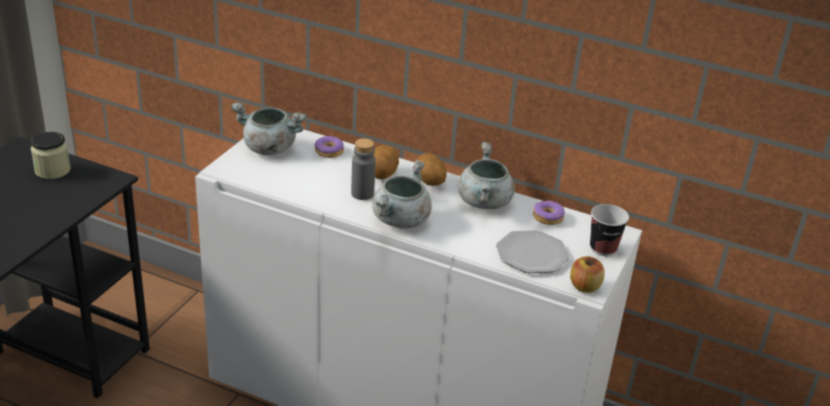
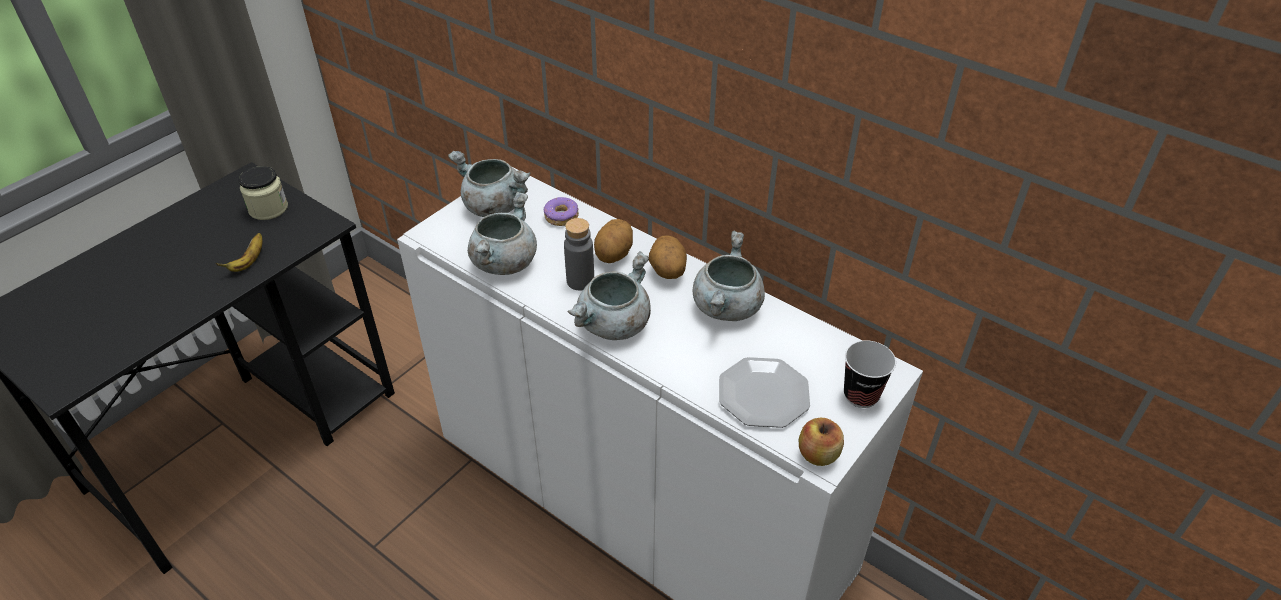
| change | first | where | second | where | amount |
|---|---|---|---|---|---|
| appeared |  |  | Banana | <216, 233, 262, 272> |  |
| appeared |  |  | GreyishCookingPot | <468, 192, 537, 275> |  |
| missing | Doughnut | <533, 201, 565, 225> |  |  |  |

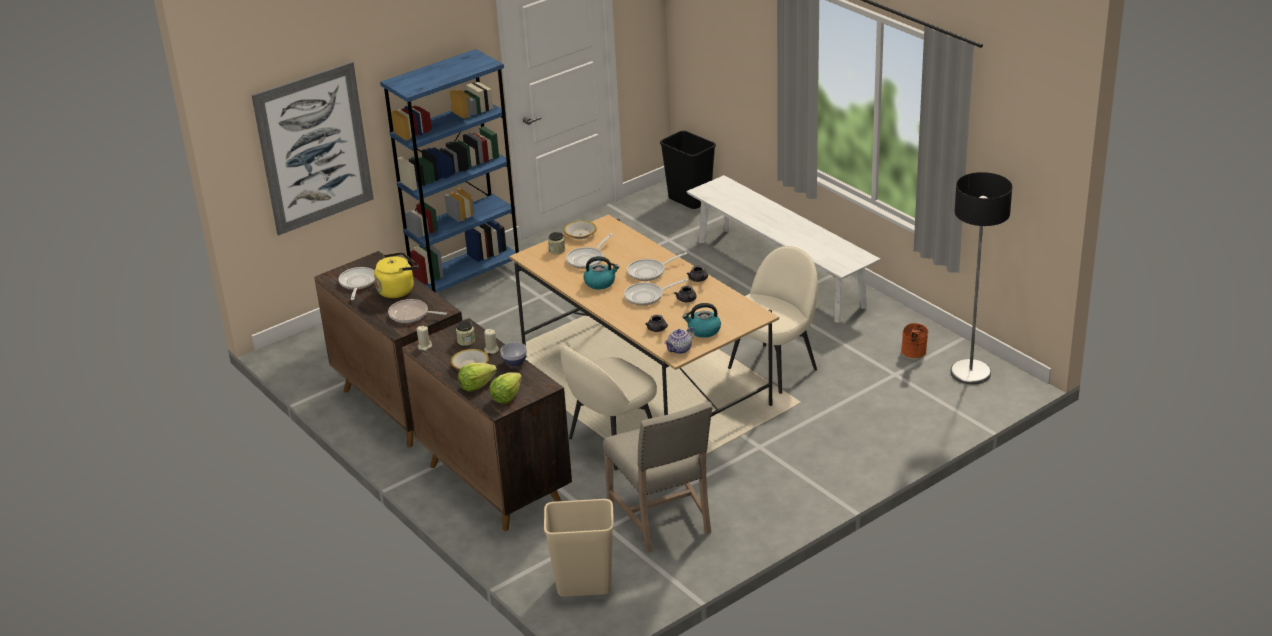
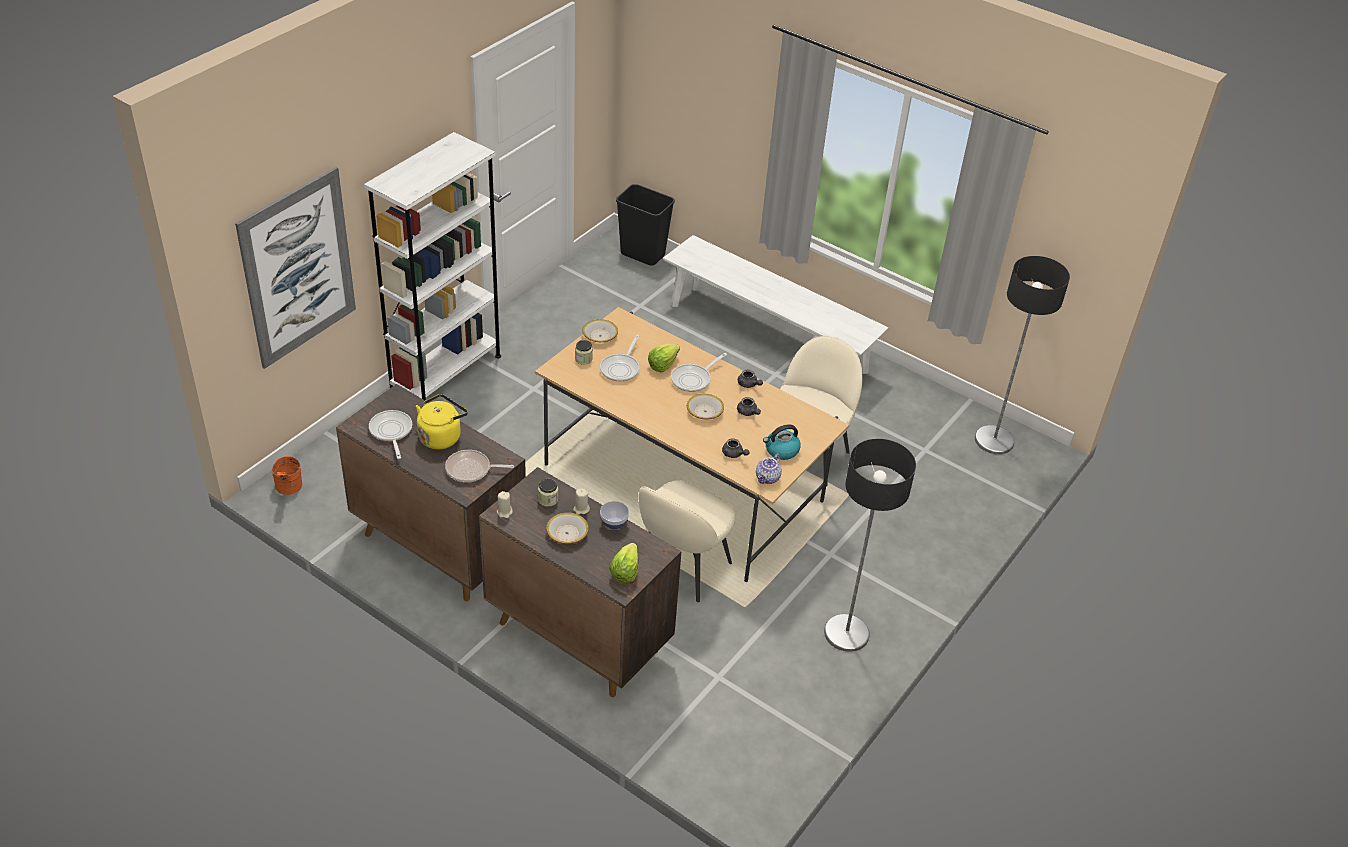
| change | first | where | second | where | amount |
|---|---|---|---|---|---|
| relocated | OrangeColouredBucket | <901, 323, 928, 358> |  | <272, 456, 303, 495> |  |
| colour | BlueColouredBookshelf | <380, 49, 521, 293> | WhitishBookshelf | <364, 132, 501, 400> |  |
| relocated | LettuceHead | <458, 363, 497, 392> |  | <648, 344, 680, 372> |  |
| exchanged | FryingPan | <624, 279, 688, 306> | DeepDish | <687, 394, 724, 419> |  |
| appeared |  |  | StandardLamp | <824, 439, 916, 652> |  |
| missing | BeigeColouredTrashCan | <544, 499, 614, 597> |  |  |  |
| missing | TeaKettle | <583, 256, 619, 289> |  |  |  |
| missing | BeigeColouredChair | <603, 402, 713, 553> |  |  |  |

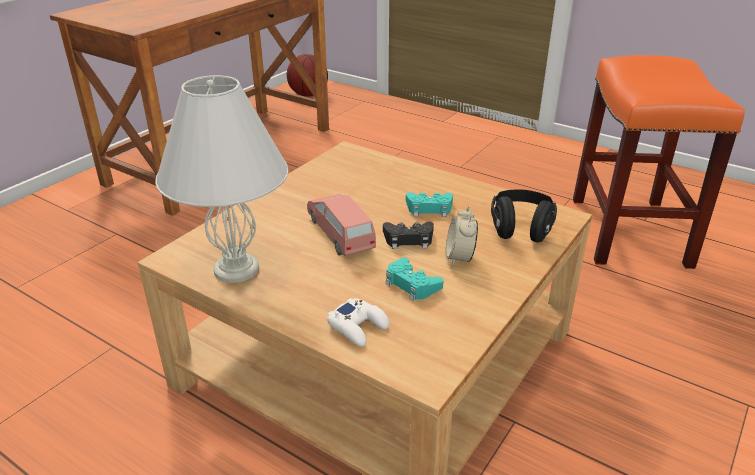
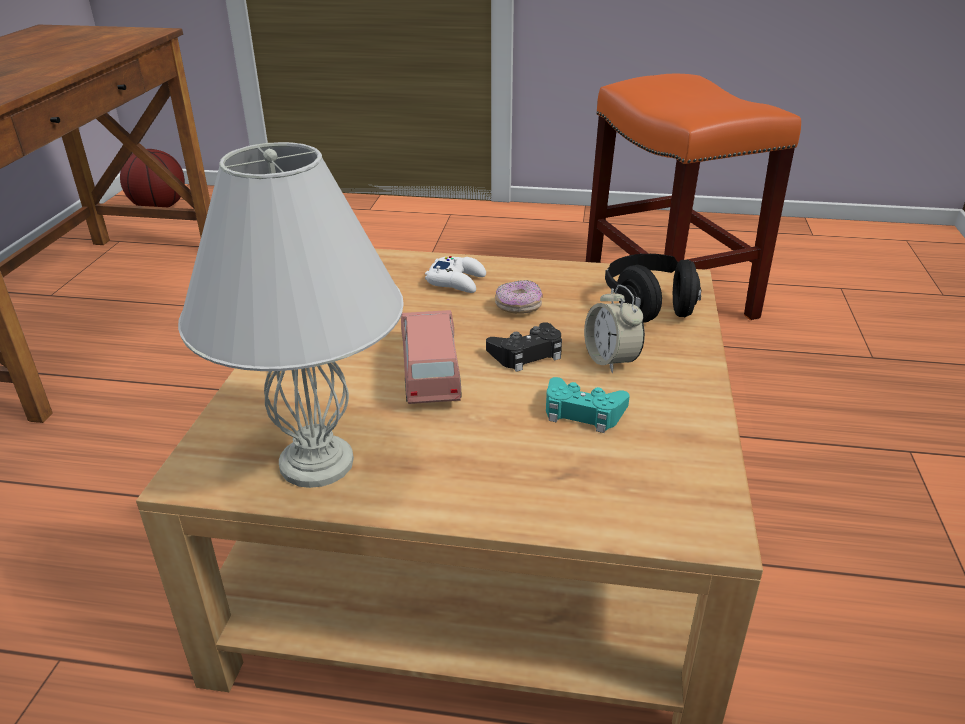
| change | first | where | second | where | amount |
|---|---|---|---|---|---|
| spun | PinkToyCar | <307, 194, 376, 256> |  | <401, 310, 461, 404> | 45 degrees clockwise |
| relocated | WhitishJoypad | <327, 298, 389, 346> |  | <425, 256, 486, 293> |  |
| exchanged | BlueGreenJoypad | <406, 192, 453, 217> | Doughnut | <495, 280, 543, 314> |  |

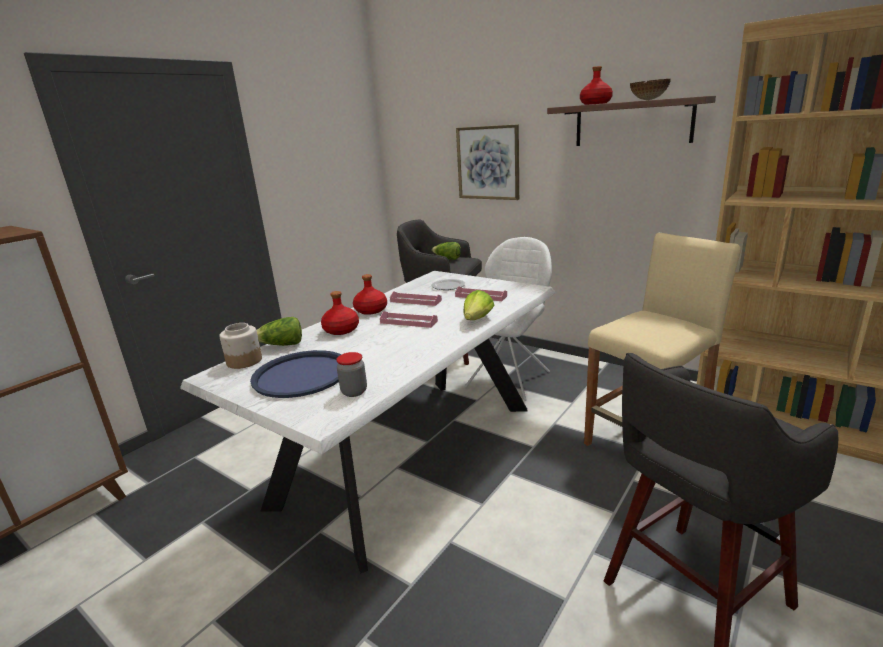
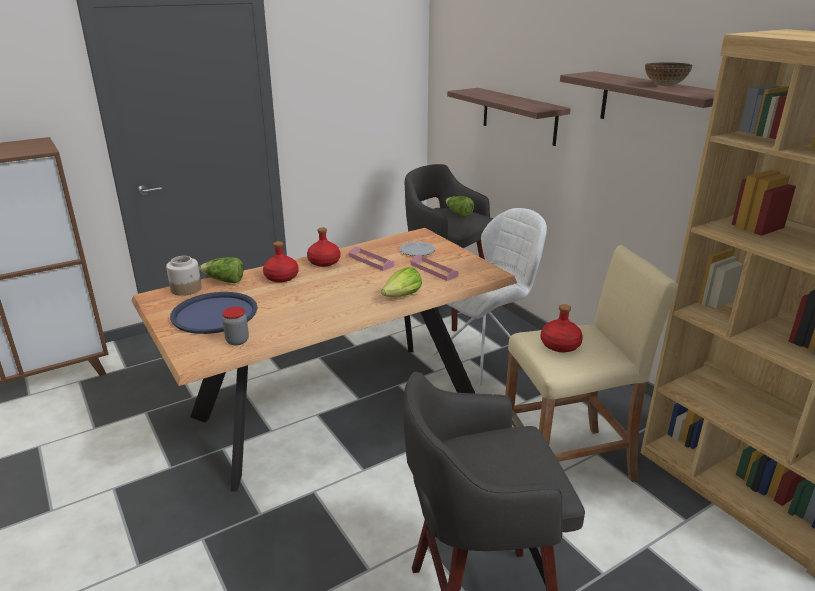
| change | first | where | second | where | amount |
|---|---|---|---|---|---|
| colour | WhitishKitchenTable | <180, 271, 555, 574> | BrownKitchenTable | <131, 228, 517, 492> |  |
| exchanged | Picture | <456, 124, 519, 200> | BracketShelf | <447, 88, 571, 146> |  |
| relocated | RedBottle | <580, 66, 613, 105> |  | <541, 304, 583, 352> |  |
| missing | PinkCarryingTray | <380, 311, 438, 328> |  |  |  |

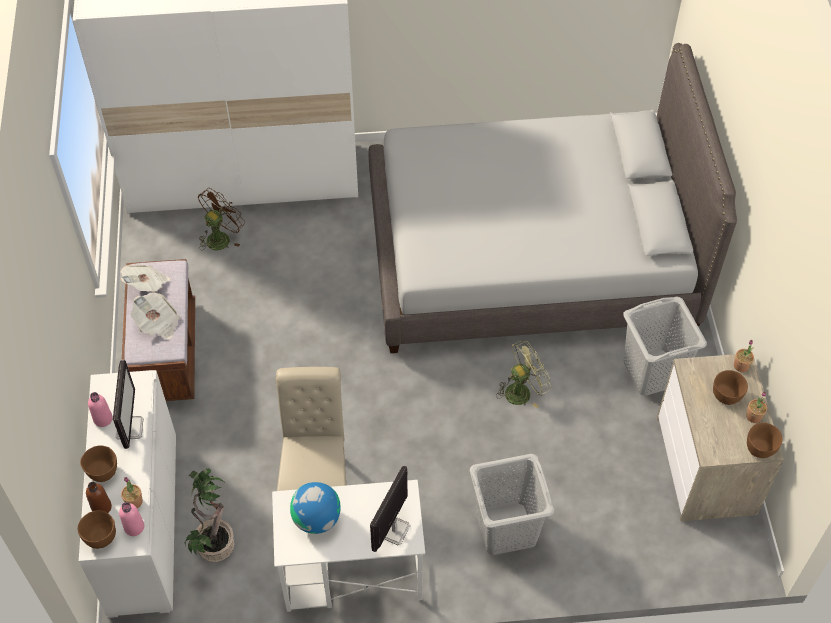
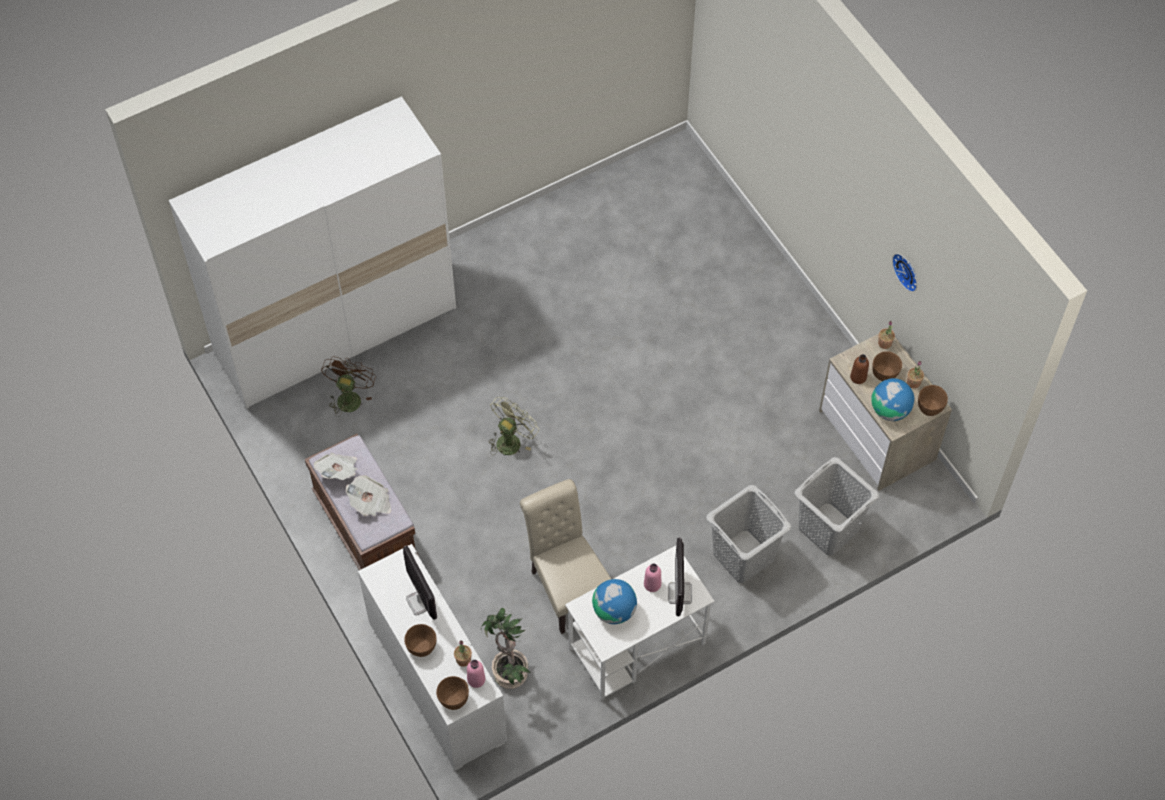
| change | first | where | second | where | amount |
|---|---|---|---|---|---|
| relocated | GreenColouredElectricFan | <496, 341, 552, 408> |  | <489, 397, 538, 455> |  |
| relocated | PinkBottle | <88, 392, 113, 427> |  | <644, 563, 661, 592> |  |
| relocated | GreyishHamper | <623, 296, 707, 396> |  | <795, 457, 879, 556> |  |
| relocated | BrownBottle | <86, 482, 112, 513> |  | <850, 354, 869, 384> |  |
| appeared |  |  | Globe | <871, 378, 915, 421> |  |
| appeared |  |  | ClockOnTheWall | <892, 253, 917, 292> |  |
| missing | GreyishBed | <368, 43, 737, 353> |  |  |  |

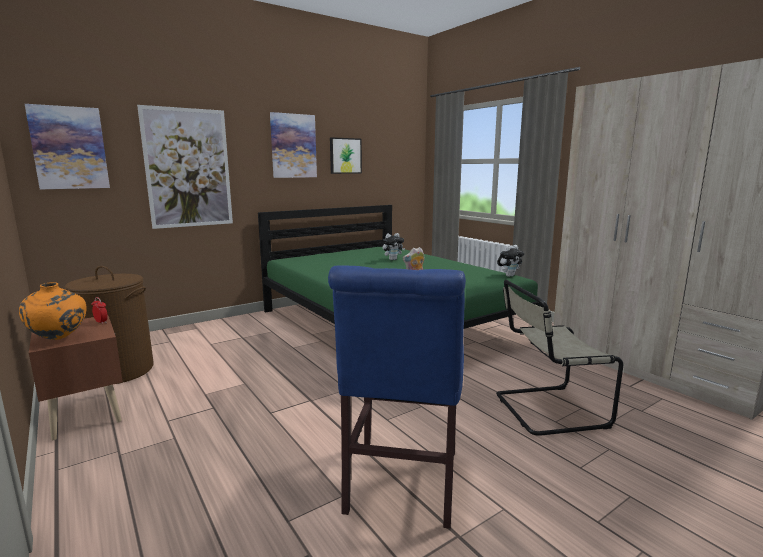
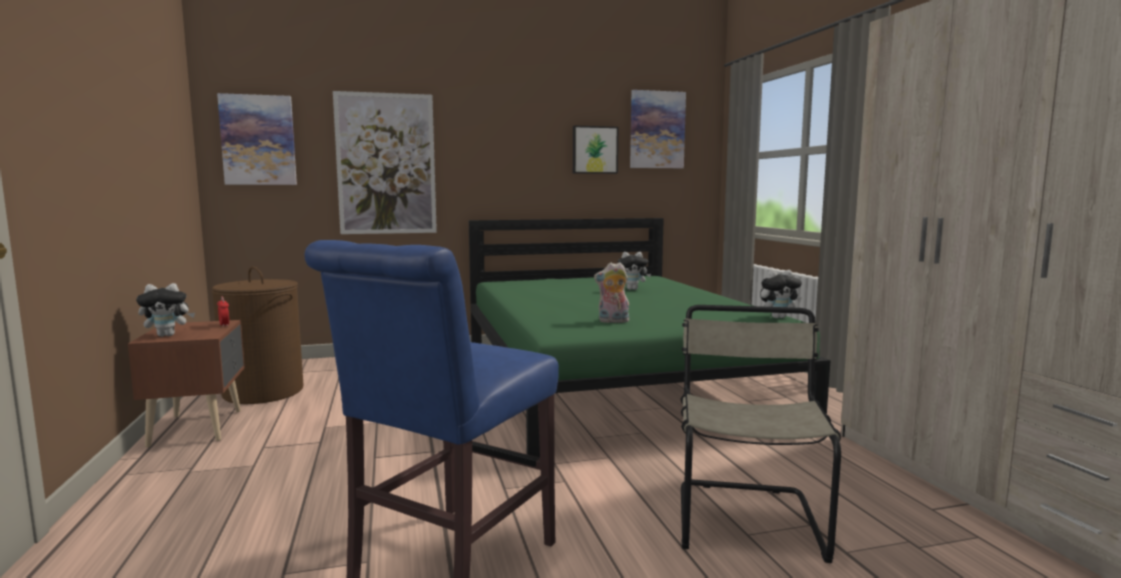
| change | first | where | second | where | amount |
|---|---|---|---|---|---|
| exchanged | OrangeColouredVase | <19, 282, 87, 340> | SoftToy | <136, 283, 195, 337> |  |
| relocated | Picture | <270, 112, 317, 178> |  | <630, 90, 686, 168> |  |
| spun | BeigeColouredChair | <496, 280, 623, 436> |  | <680, 305, 841, 563> | 90 degrees clockwise |

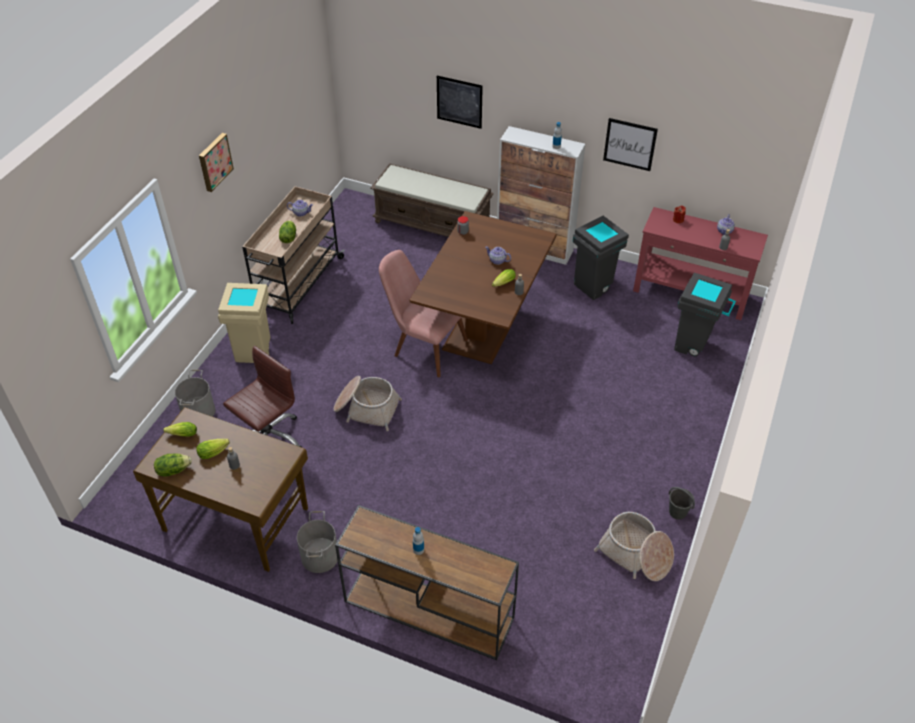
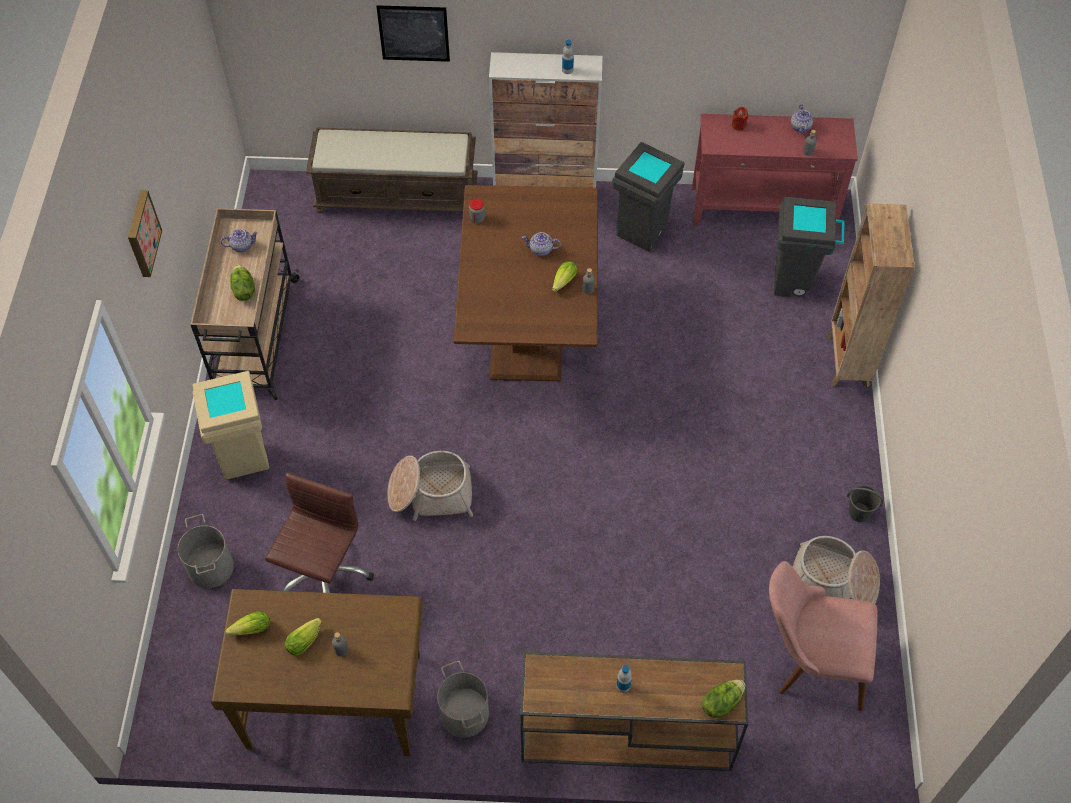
| change | first | where | second | where | amount |
|---|---|---|---|---|---|
| relocated | LettuceHead | <154, 453, 192, 477> |  | <701, 680, 745, 718> |  |
| relocated | PinkChair | <379, 250, 468, 377> |  | <769, 561, 877, 711> |  |
| appeared |  |  | BrownBookshelf | <826, 203, 915, 388> |  |
| missing | Picture | <603, 118, 658, 171> |  |  |  |

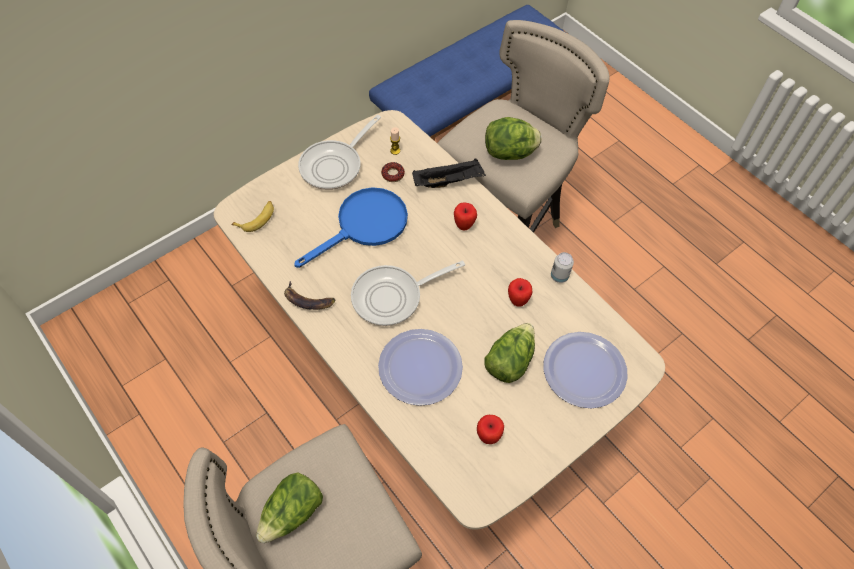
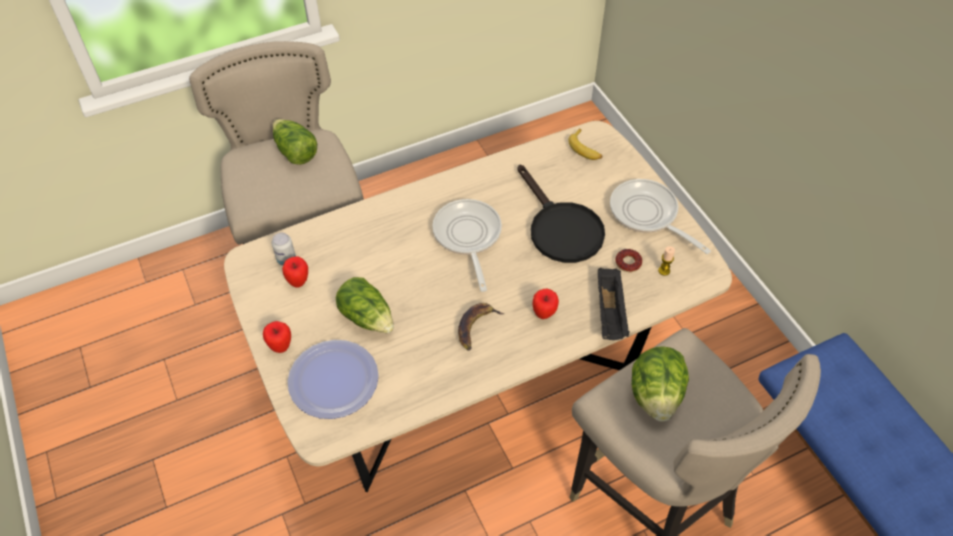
| change | first | where | second | where | amount |
|---|---|---|---|---|---|
| relocated | WholeApple | <508, 278, 532, 307> |  | <263, 321, 291, 353> |  |
| relocated | MetalCan | <551, 252, 574, 283> |  | <272, 233, 296, 266> |  |
| relocated | Banana | <284, 281, 336, 310> |  | <458, 303, 504, 351> |  |
| colour | BlueColouredFryingPan | <294, 187, 408, 268> | BlackishFryingPan | <517, 165, 605, 263> |  |
| missing | FlatDish | <378, 329, 463, 406> |  |  |  |

